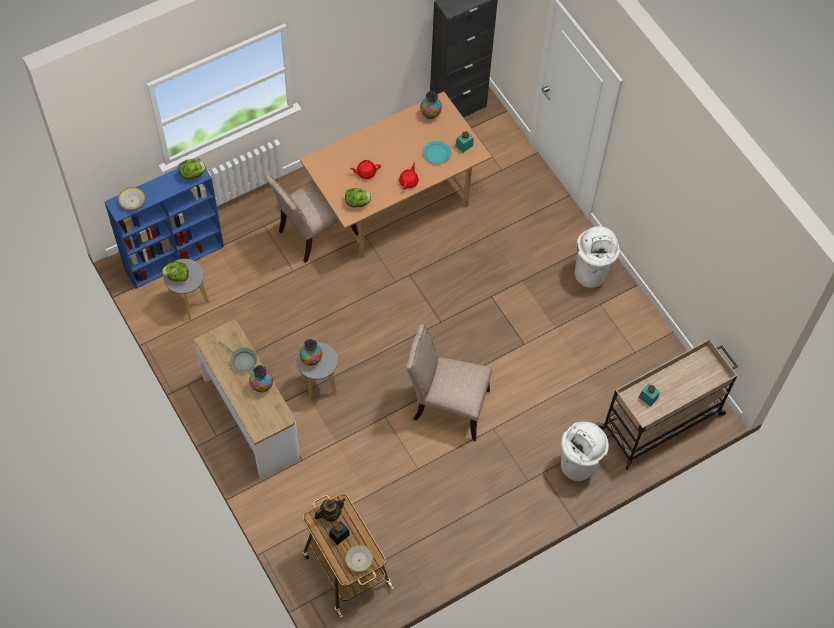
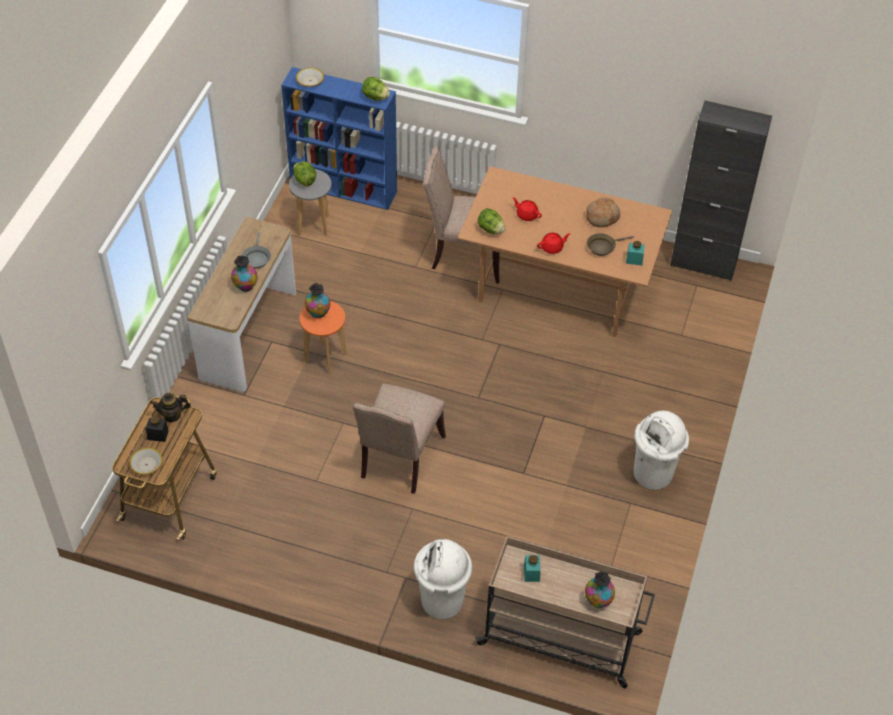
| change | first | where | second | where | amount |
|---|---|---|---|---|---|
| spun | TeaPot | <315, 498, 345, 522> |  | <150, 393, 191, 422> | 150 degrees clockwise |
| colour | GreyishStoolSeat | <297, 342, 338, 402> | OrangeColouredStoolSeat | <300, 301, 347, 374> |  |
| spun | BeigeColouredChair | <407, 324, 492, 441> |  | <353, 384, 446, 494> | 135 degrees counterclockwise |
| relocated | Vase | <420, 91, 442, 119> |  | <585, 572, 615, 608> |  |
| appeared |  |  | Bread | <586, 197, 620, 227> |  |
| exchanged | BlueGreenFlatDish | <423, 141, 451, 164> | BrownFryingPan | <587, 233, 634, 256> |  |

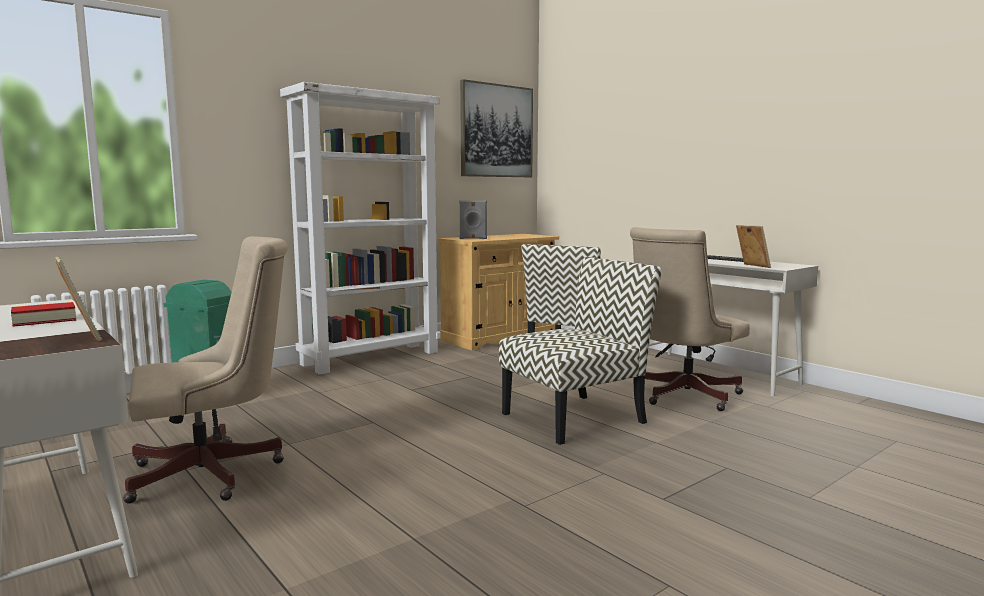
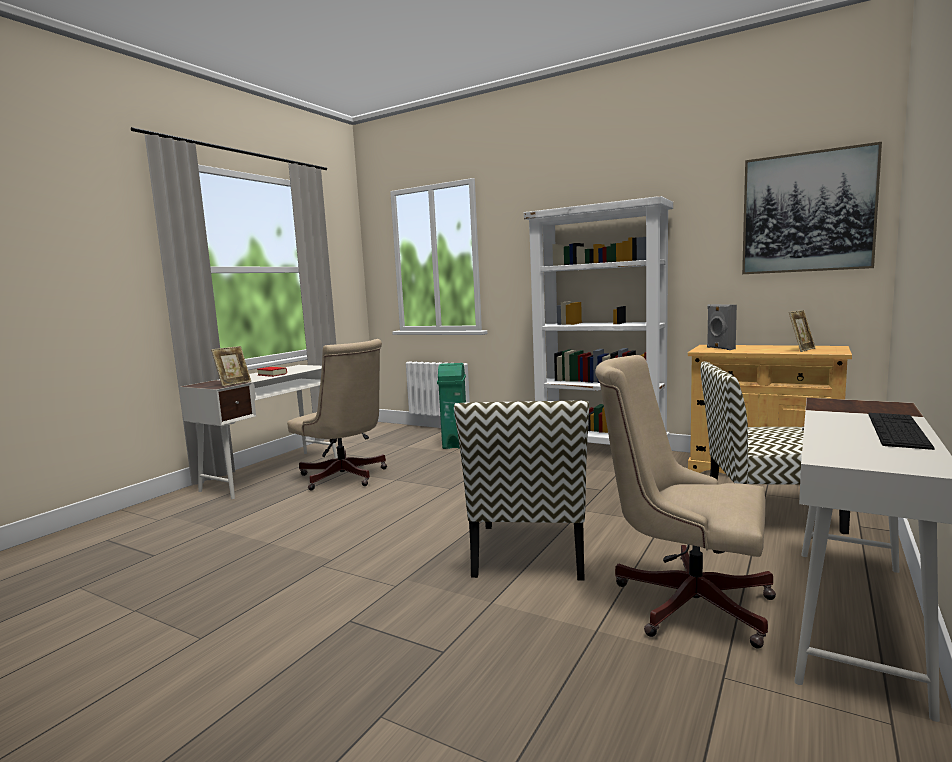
| change | first | where | second | where | amount |
|---|---|---|---|---|---|
| spun | Chair | <499, 257, 662, 445> |  | <454, 401, 589, 581> | 60 degrees clockwise |
| relocated | StandingFrame | <736, 225, 771, 268> |  | <789, 310, 815, 352> |  |

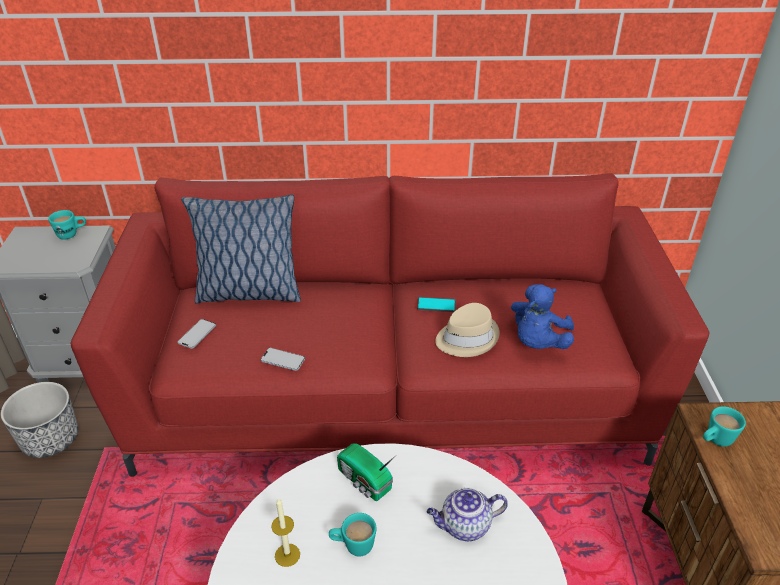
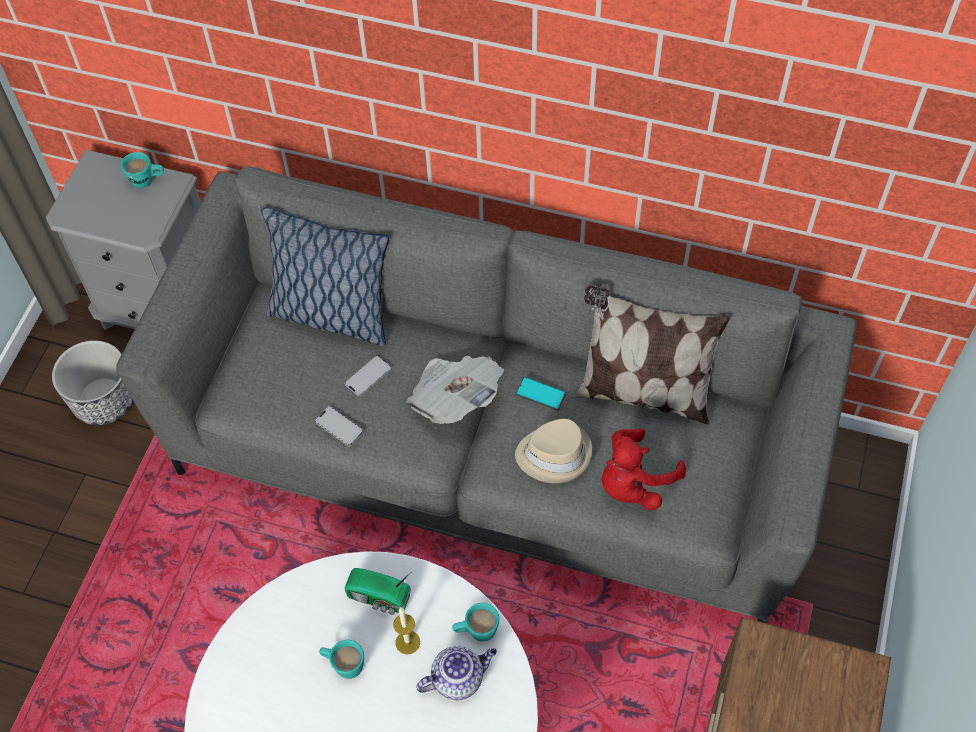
| change | first | where | second | where | amount |
|---|---|---|---|---|---|
| colour | RedSettee | <70, 173, 709, 477> | GreyishSettee | <116, 166, 857, 624> |  |
| relocated | Phone | <178, 319, 216, 349> |  | <345, 355, 392, 396> |  |
| spun | RadioSet | <337, 443, 397, 501> |  | <345, 568, 412, 615> | 45 degrees counterclockwise |
| relocated | WaxLight | <271, 498, 300, 567> |  | <393, 608, 420, 655> |  |
| appeared |  |  | DailyPaper | <406, 356, 504, 424> |  |
| spun | TeaPot | <427, 487, 508, 541> |  | <416, 646, 497, 700> | 150 degrees clockwise |
| relocated | BlueGreenTeaMug | <703, 406, 746, 447> |  | <452, 603, 499, 642> |  |
| appeared |  |  | Cushion | <575, 285, 731, 424> |  |
| colour | BlueColouredSoftToy | <511, 284, 574, 349> | RedSoftToy | <602, 428, 686, 510> |  |

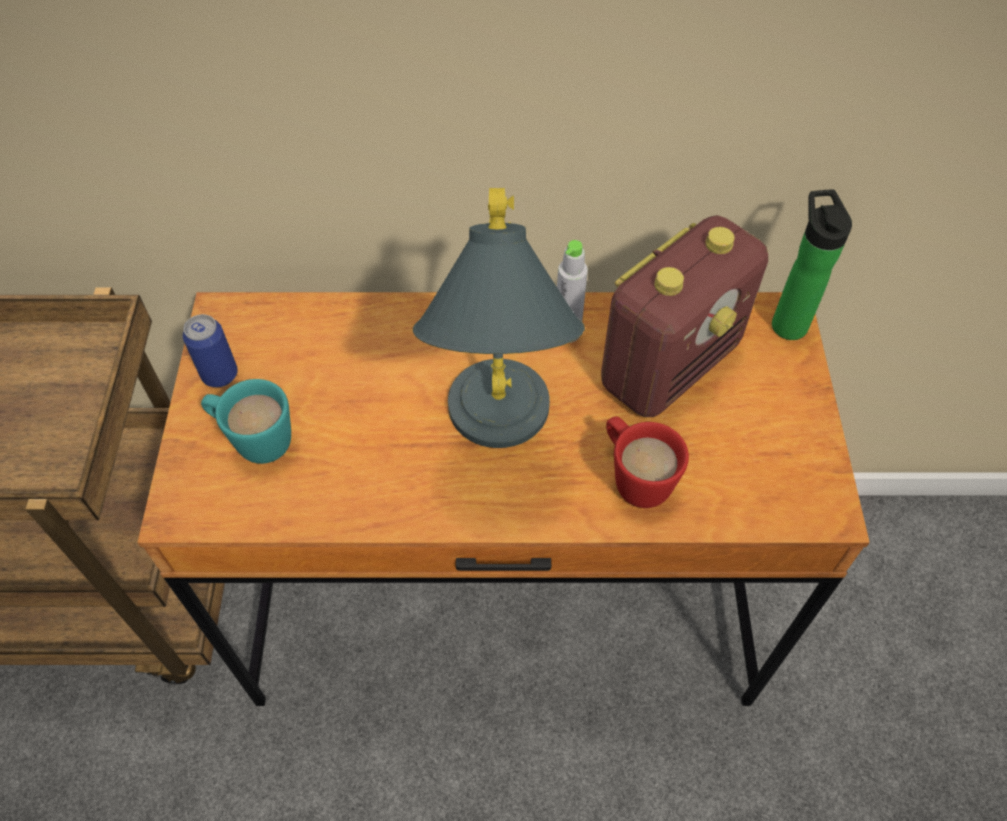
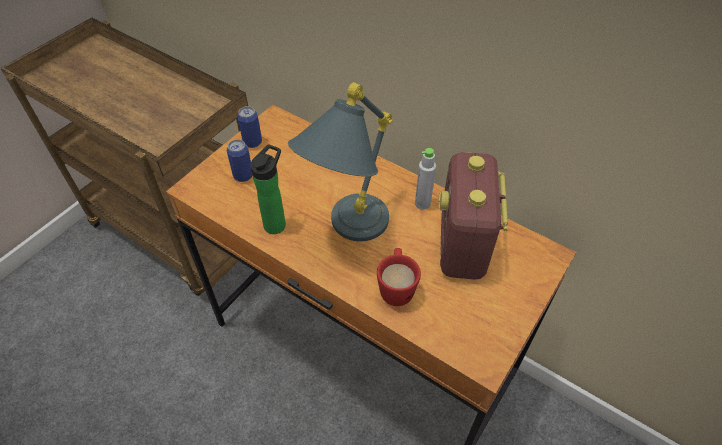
| change | first | where | second | where | amount |
|---|---|---|---|---|---|
| exchanged | BlueGreenTeaMug | <201, 379, 291, 464> | MetalCan | <227, 139, 253, 182> |  |
| relocated | Bottle | <772, 189, 852, 340> |  | <251, 144, 286, 234> |  |
| spun | RadioSet | <601, 215, 768, 417> |  | <438, 152, 508, 280> | 105 degrees clockwise |

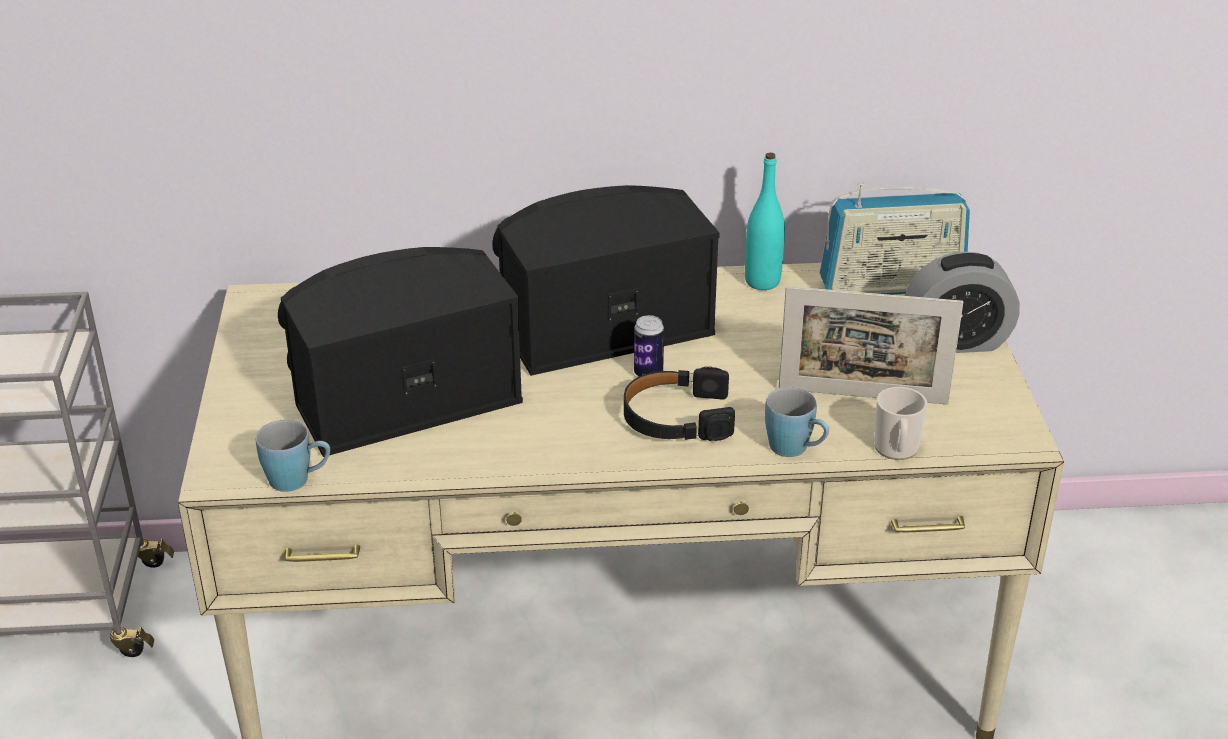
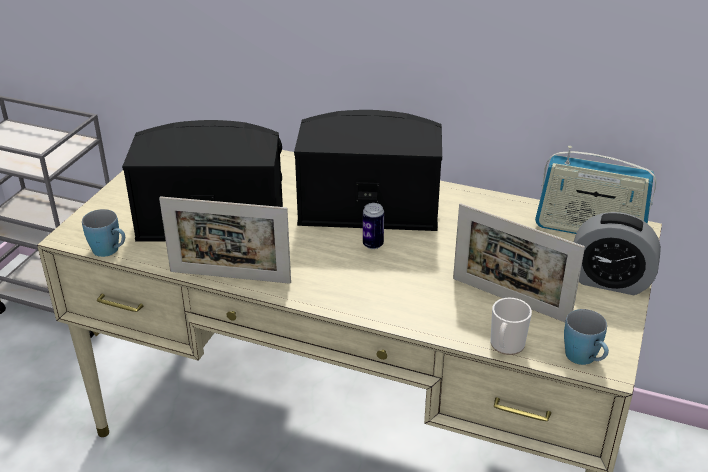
| change | first | where | second | where | amount |
|---|---|---|---|---|---|
| appeared |  |  | StandingFrame | <159, 196, 291, 284> |  |
| relocated | BlueColouredTeaMug | <765, 387, 829, 457> |  | <564, 309, 609, 365> |  |
| missing | BlackishHeadset | <624, 366, 735, 441> |  |  |  |
| missing | BlueGreenBottle | <745, 153, 785, 290> |  |  |  |

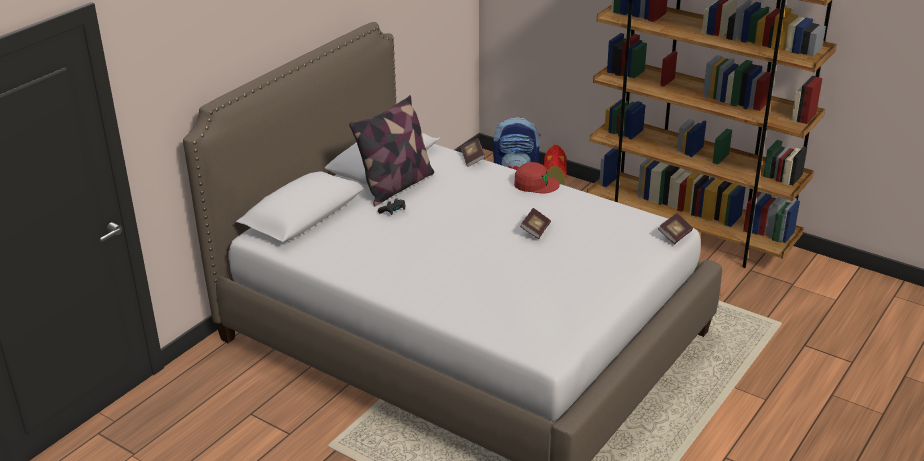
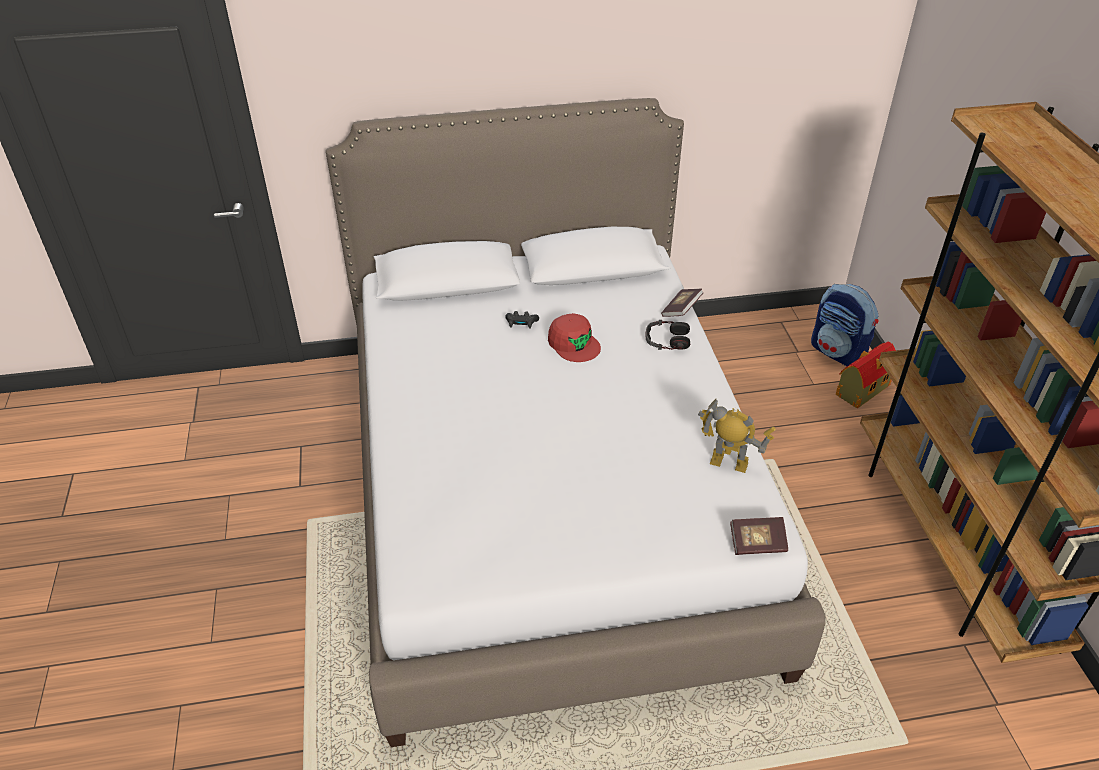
| change | first | where | second | where | amount |
|---|---|---|---|---|---|
| relocated | RedCap | <514, 162, 560, 193> |  | <548, 313, 601, 362> |  |
| appeared |  |  | Headset | <645, 320, 690, 350> |  |
| appeared |  |  | RobotFigure | <698, 399, 776, 473> |  |
| missing | Cushion | <349, 95, 434, 206> |  |  |  |
| missing | BoundBook | <520, 208, 551, 239> |  |  |  |

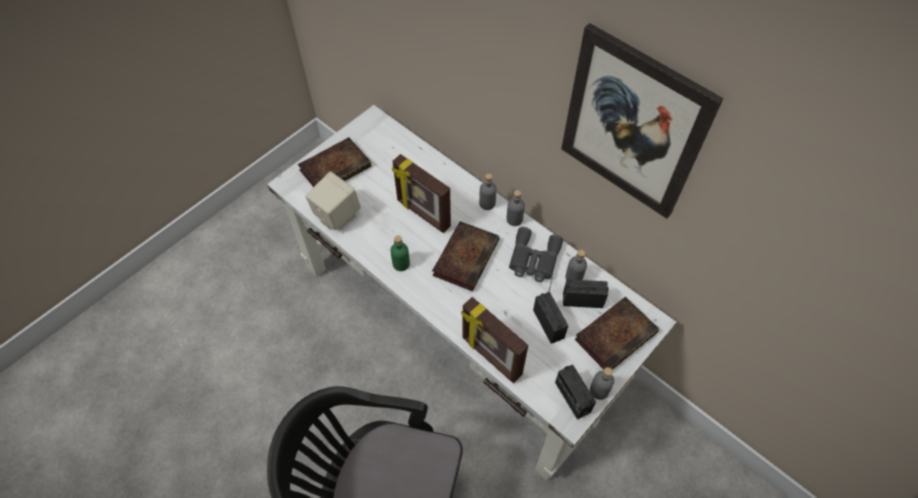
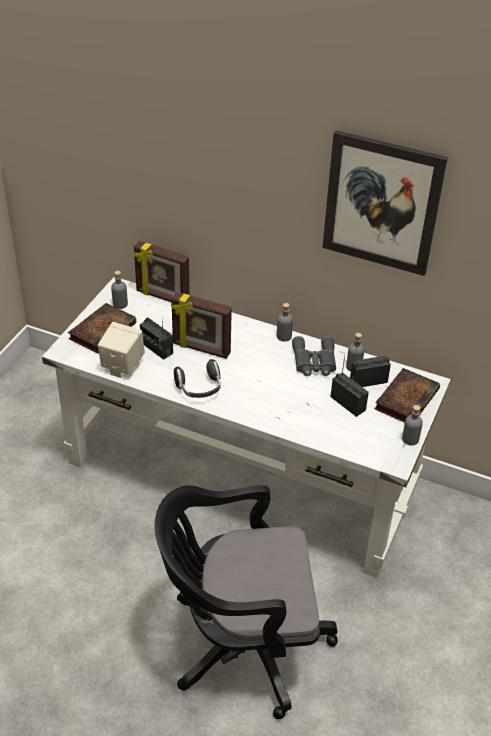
| change | first | where | second | where | amount |
|---|---|---|---|---|---|
| relocated | GreyishBottle | <479, 174, 497, 210> |  | <111, 271, 128, 309> |  |
| relocated | StandingFrame | <461, 297, 528, 383> |  | <133, 241, 190, 302> |  |
| relocated | RadioSet | <555, 364, 596, 420> |  | <140, 317, 173, 360> |  |
| exchanged | GreenColouredBottle | <390, 235, 410, 271> | Headset | <174, 359, 221, 398> |  |
| missing | BoundBook | <432, 221, 499, 291> |  |  |  |

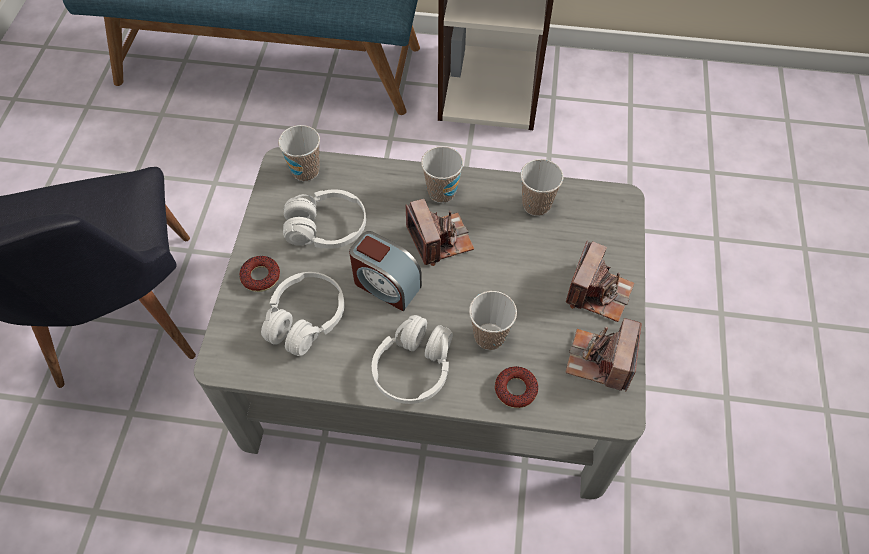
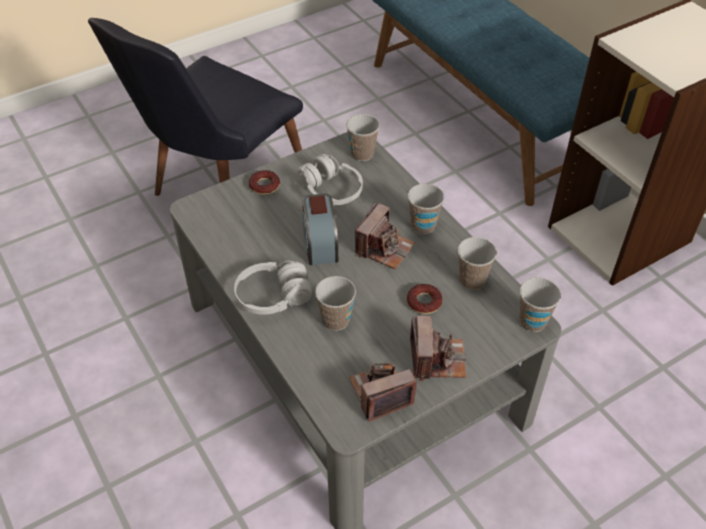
| change | first | where | second | where | amount |
|---|---|---|---|---|---|
| relocated | Doughnut | <495, 366, 538, 408> |  | <407, 284, 443, 314> |  |
| spun | PhotoCamera | <566, 240, 634, 322> |  | <410, 316, 466, 381> | 75 degrees counterclockwise |
| appeared |  |  | SmallCup | <519, 277, 561, 332> |  |
| missing | WhitishHeadset | <261, 272, 345, 356> |  |  |  |

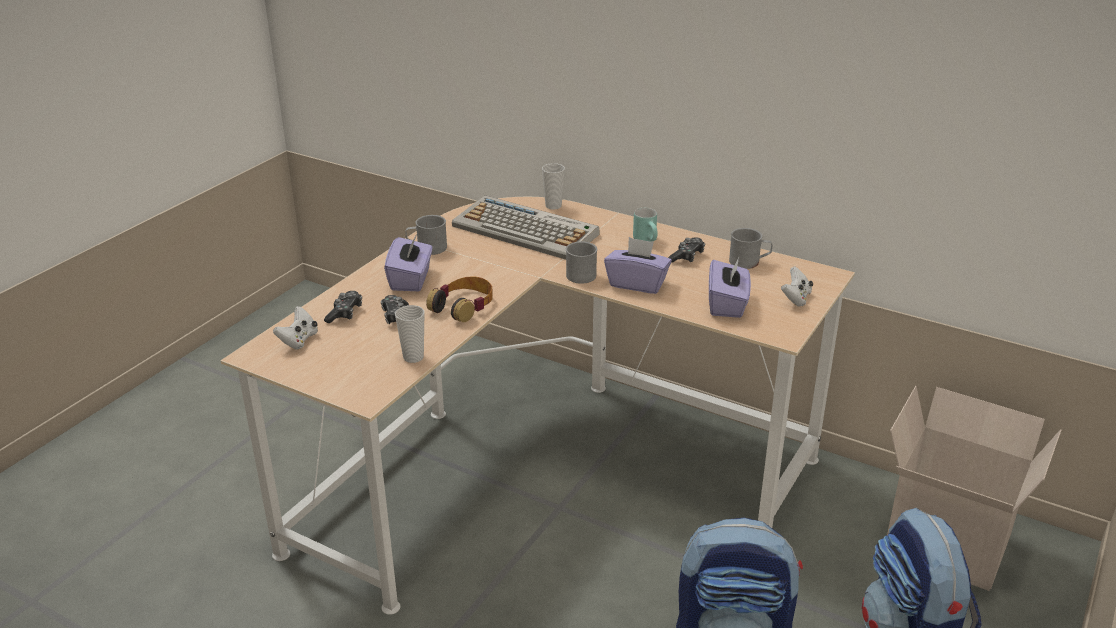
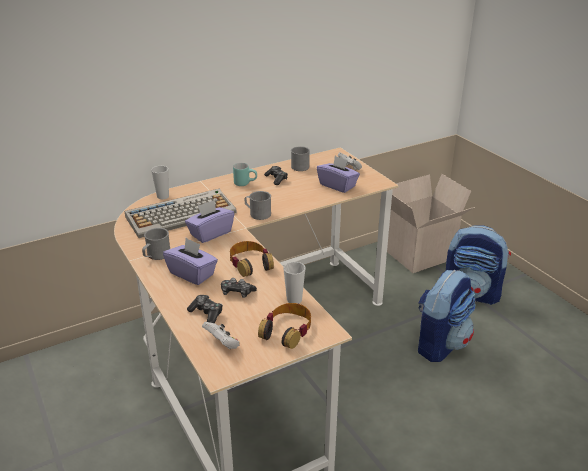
| change | first | where | second | where | amount |
|---|---|---|---|---|---|
| relocated | PurpleColouredTissueHolder | <604, 237, 672, 294> |  | <185, 200, 234, 243> |  |
| appeared |  |  | Headset | <258, 303, 311, 349> |  |

